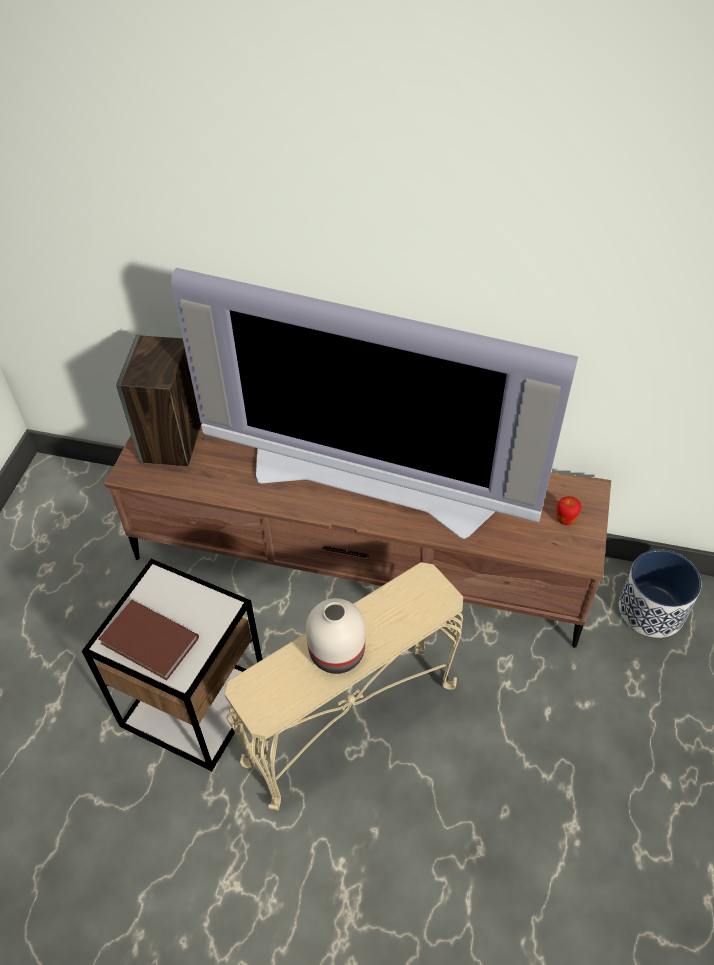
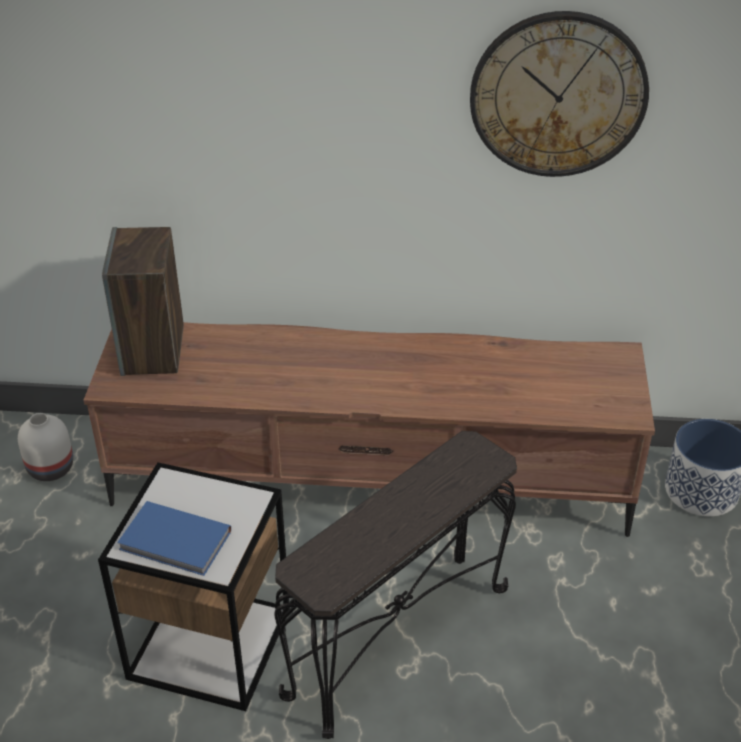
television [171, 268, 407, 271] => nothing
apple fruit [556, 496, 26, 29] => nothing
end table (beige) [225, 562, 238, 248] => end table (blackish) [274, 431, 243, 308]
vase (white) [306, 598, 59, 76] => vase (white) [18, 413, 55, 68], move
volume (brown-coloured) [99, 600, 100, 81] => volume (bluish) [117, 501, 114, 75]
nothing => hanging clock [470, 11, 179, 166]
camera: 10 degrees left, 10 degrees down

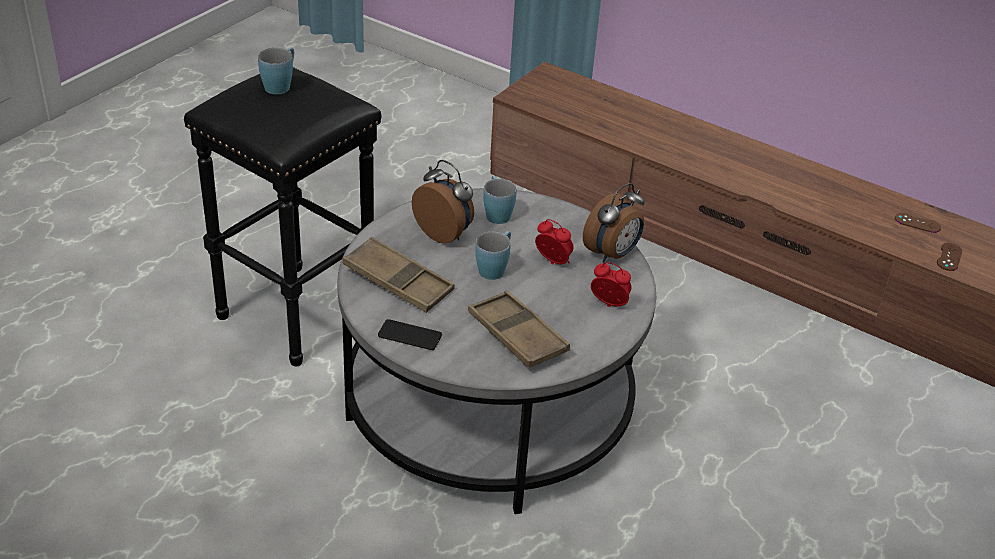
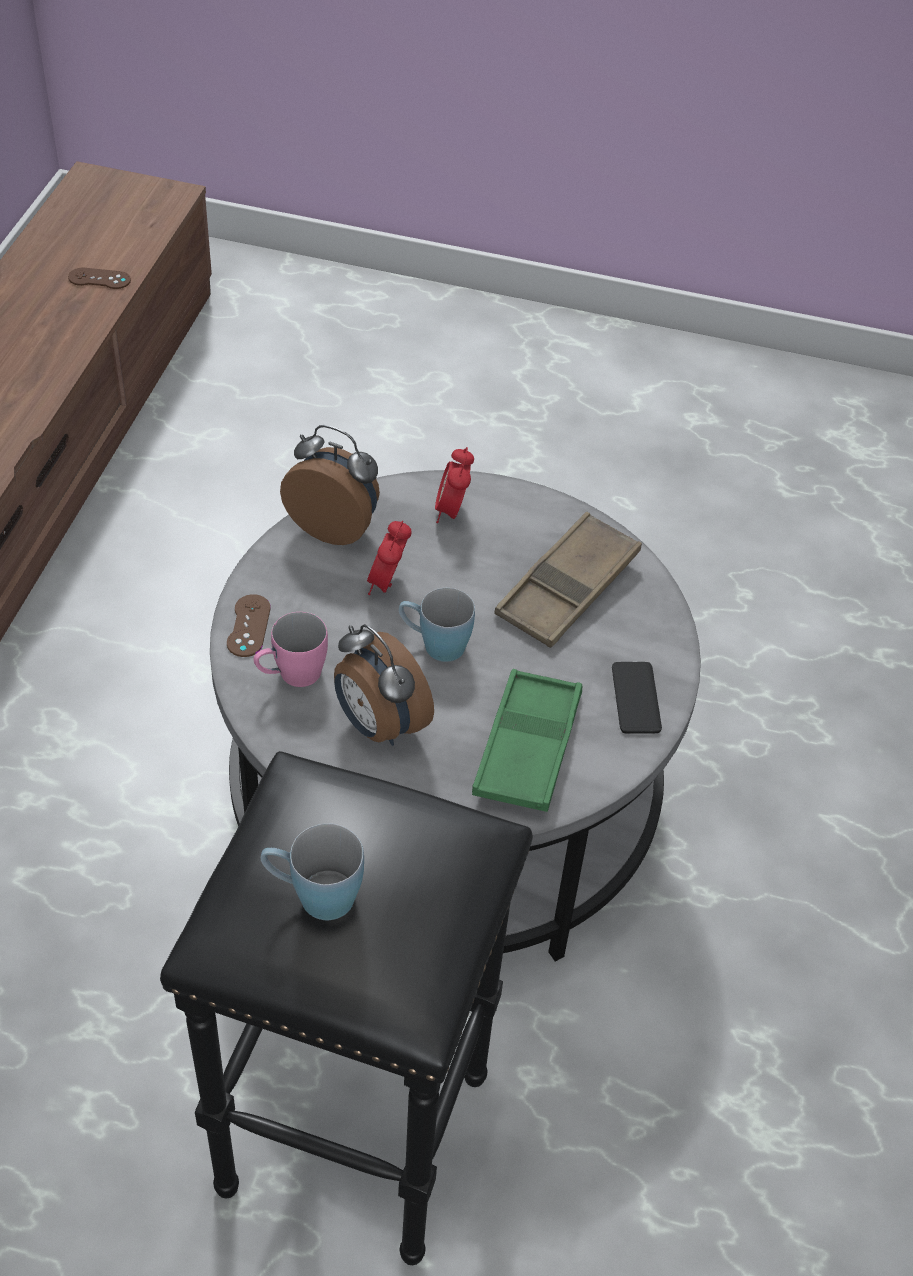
alarm clock [412, 160, 62, 84] => alarm clock [334, 624, 100, 122], 60 degrees counterclockwise
mug (bluish) [483, 176, 34, 48] => mug (pinkish) [254, 612, 74, 75]
game controller (brown-coloured) [895, 213, 46, 20] => game controller (brown-coloured) [227, 594, 44, 63], move
carrying tray (brown-coloured) [343, 237, 111, 76] => carrying tray (green) [472, 669, 110, 143]
camera: 110 degrees left, 10 degrees up

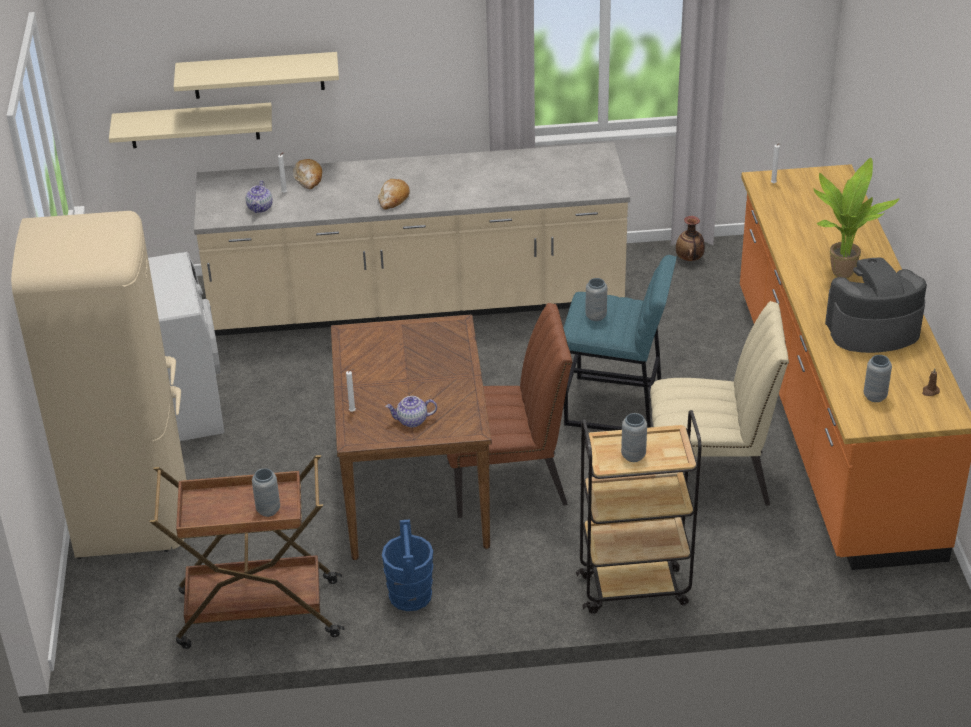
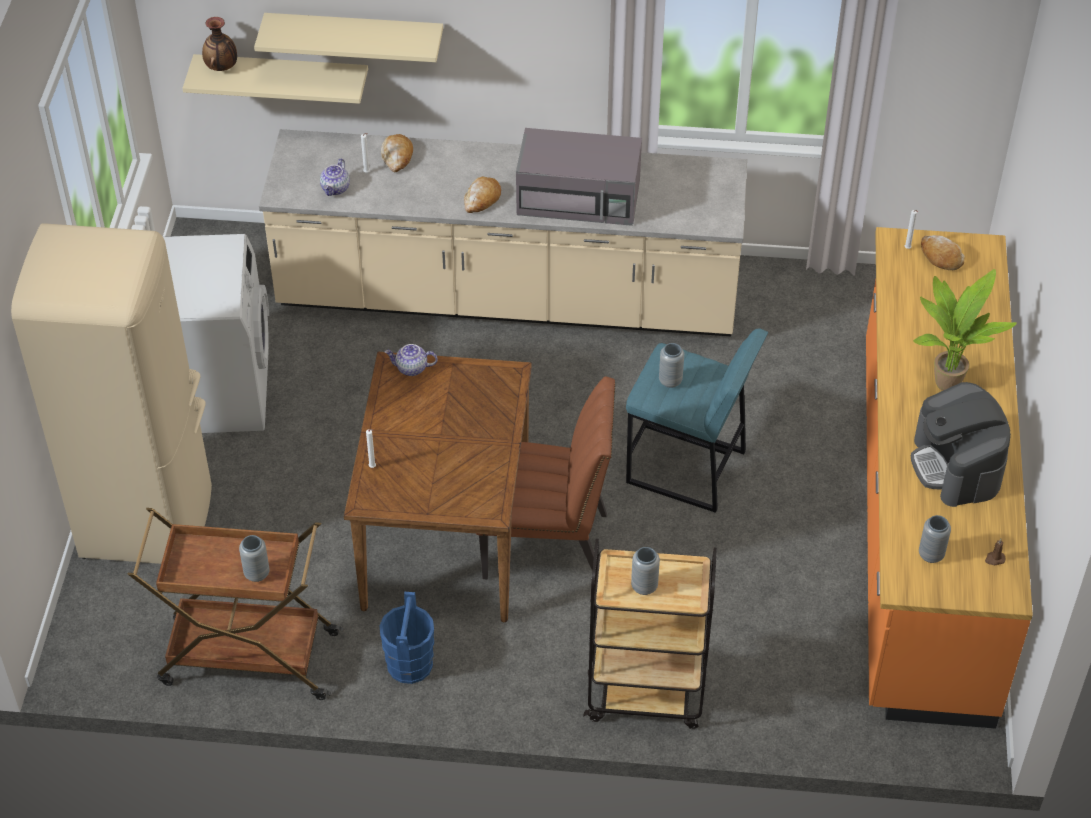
vase [676, 216, 29, 45] => vase [202, 17, 35, 54], move
coffee machine [825, 258, 102, 95] => coffee machine [911, 382, 100, 125], 105 degrees counterclockwise
upright chair (beige) [650, 301, 139, 204] => nothing
tea pot [386, 396, 51, 31] => tea pot [385, 344, 52, 32], move
nothing => kitchen microwave (grey) [516, 128, 126, 98]
nothing => bakery bread [921, 235, 44, 35]
camera: 10 degrees right, 10 degrees up

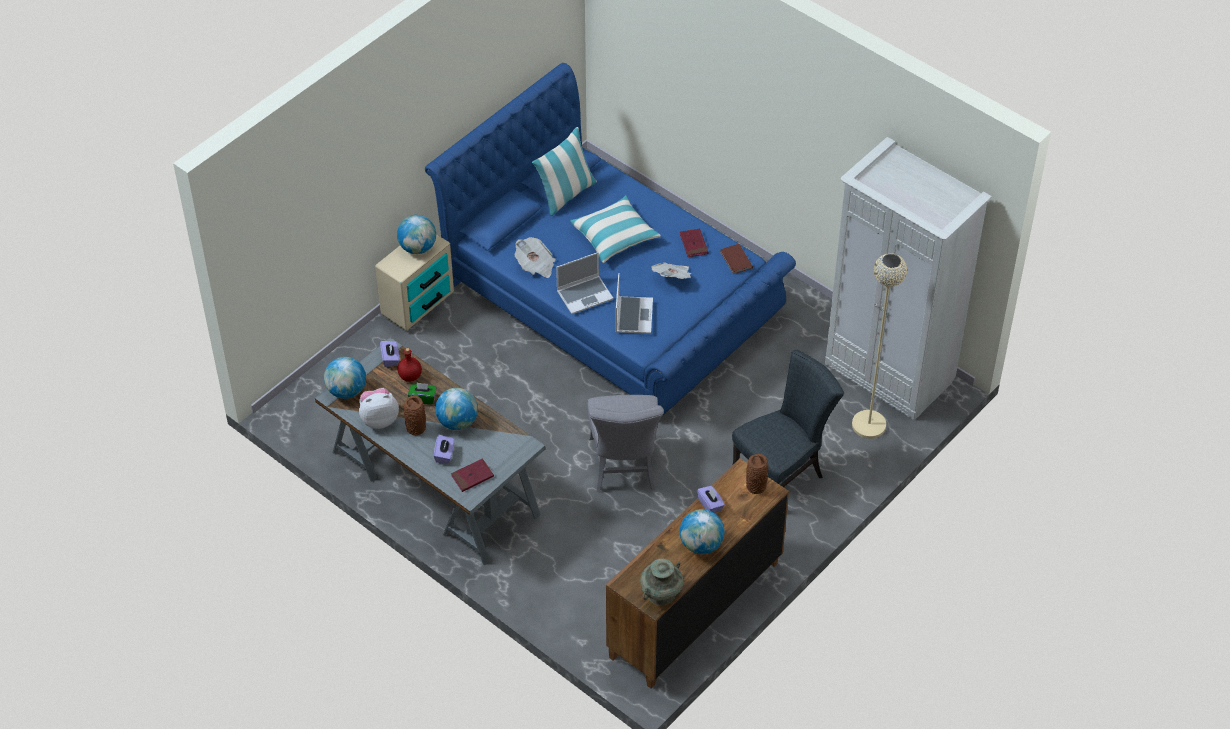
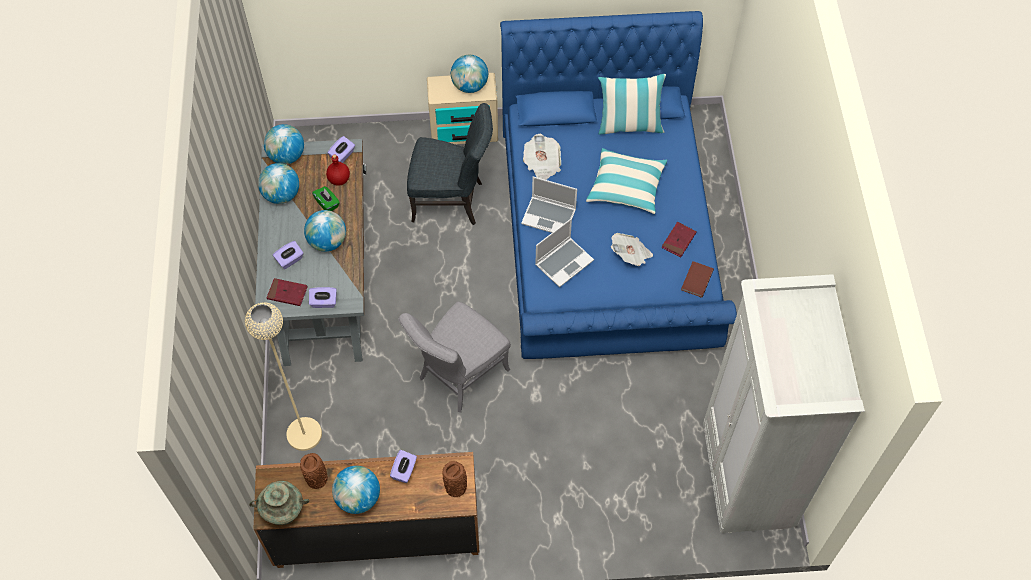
floor lamp (beige) [852, 253, 55, 186] => floor lamp (beige) [245, 302, 77, 149], move
upright chair (grey) [732, 349, 112, 138] => upright chair (grey) [407, 103, 86, 122], move
soft toy [359, 388, 40, 41] => globe [258, 163, 41, 41]
vase (brown-coloured) [404, 395, 22, 40] => vase (brown-coloured) [300, 453, 28, 36], move
nothing => tissue holder (purplish) [309, 287, 28, 21]
camera: 45 degrees right, 10 degrees up

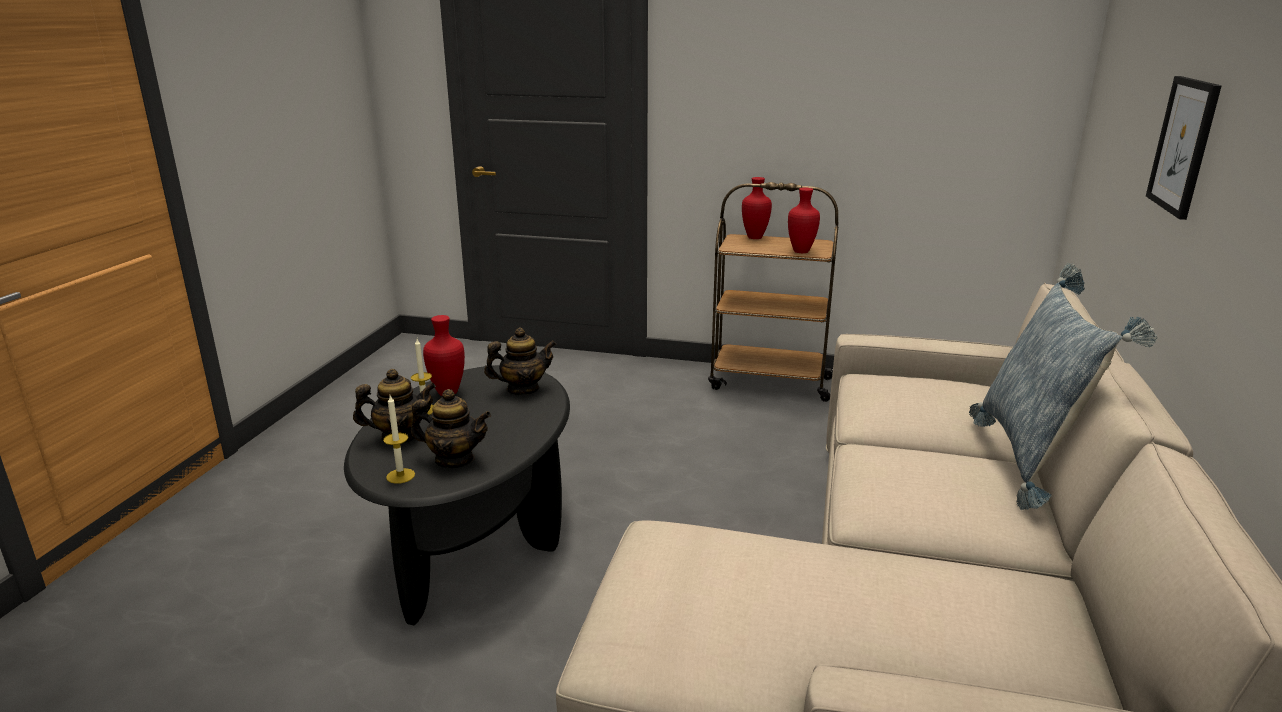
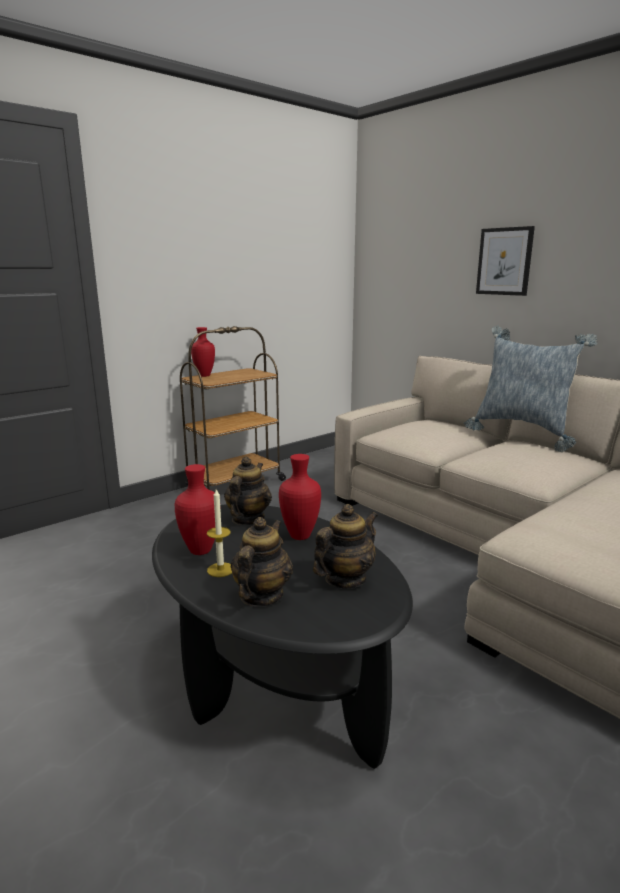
vase (red) [788, 188, 32, 65] => vase (red) [279, 454, 42, 86], move
wax light [383, 396, 32, 88] => nothing
camera: 55 degrees left, 5 degrees down

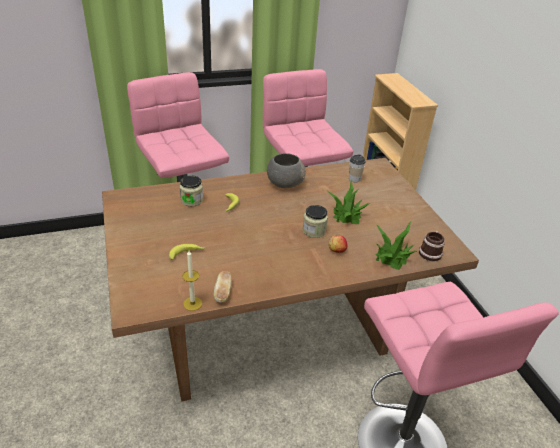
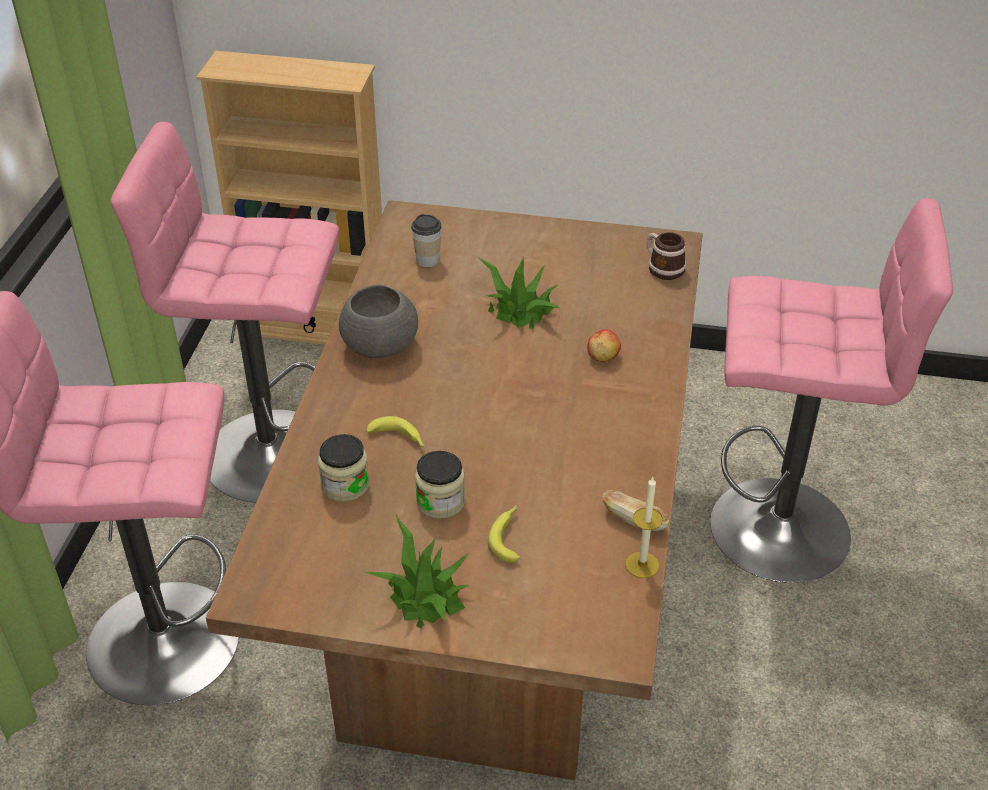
storage jar [303, 205, 25, 33] => storage jar [415, 451, 50, 68], move
houseplant [375, 221, 42, 49] => houseplant [364, 514, 106, 114], move
camera: 60 degrees left, 5 degrees up

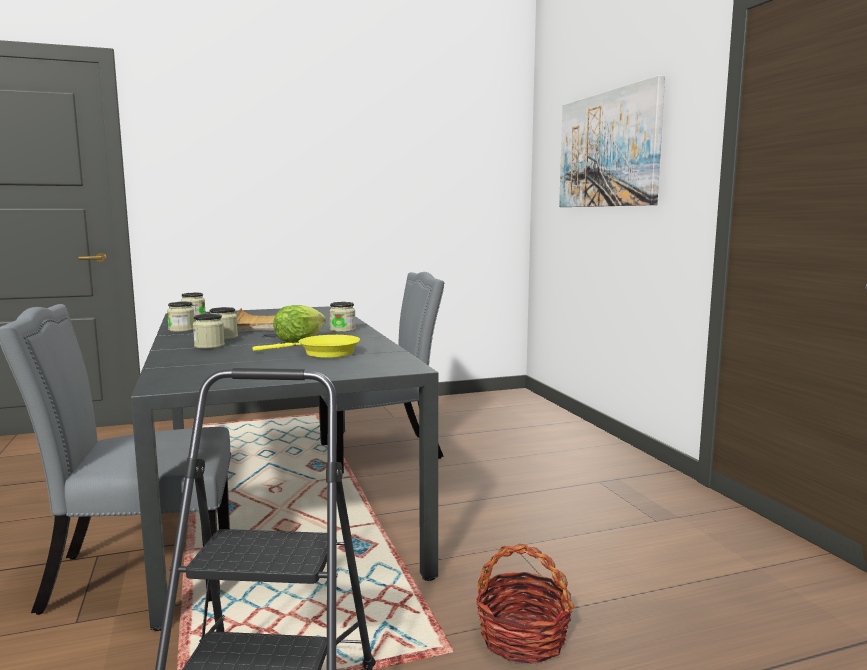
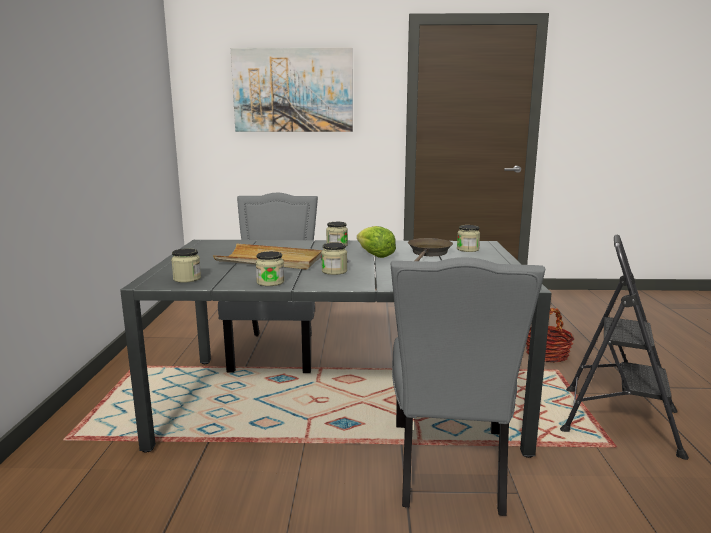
storage jar [193, 314, 32, 35] => storage jar [457, 225, 23, 27], move
skillet (yellowish) [253, 335, 107, 23] => skillet (brown-coloured) [408, 238, 45, 23]
camera: 70 degrees left, 5 degrees up

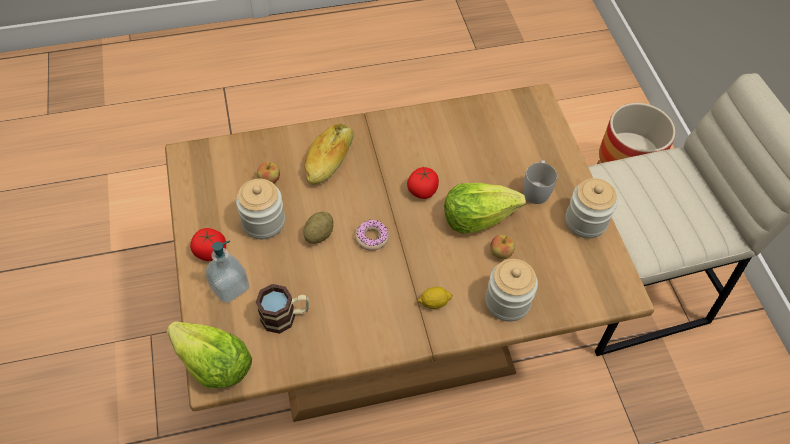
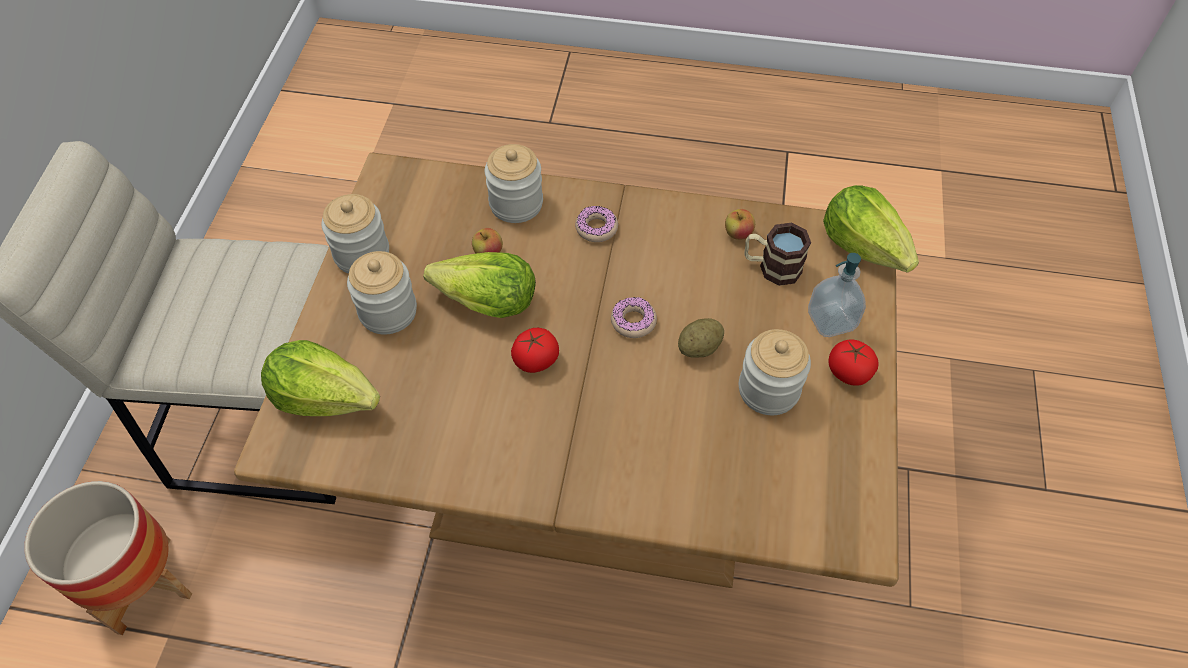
bakery bread [304, 123, 50, 61] => nothing
mug (white) [523, 160, 34, 44] => storage jar [347, 251, 70, 84]
apple fruit [257, 162, 23, 22] => apple fruit [725, 209, 30, 31], move
whole lemon [417, 287, 36, 22] => ring doughnut [575, 206, 43, 36]
nothing => lettuce head [261, 340, 119, 76]
camera: 155 degrees left, 0 degrees up

